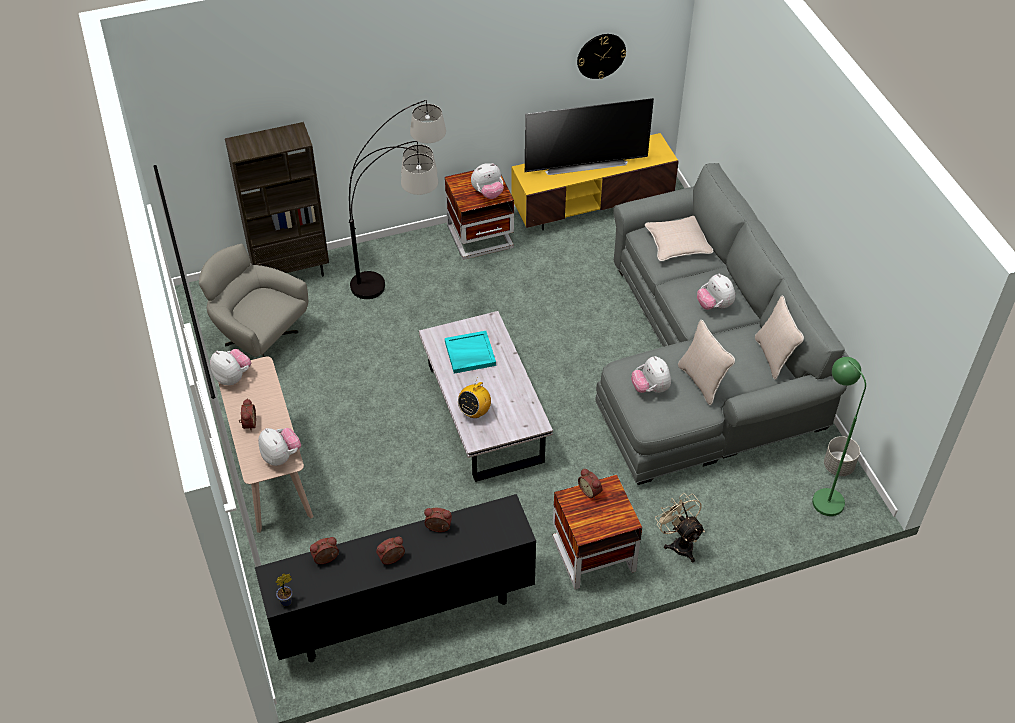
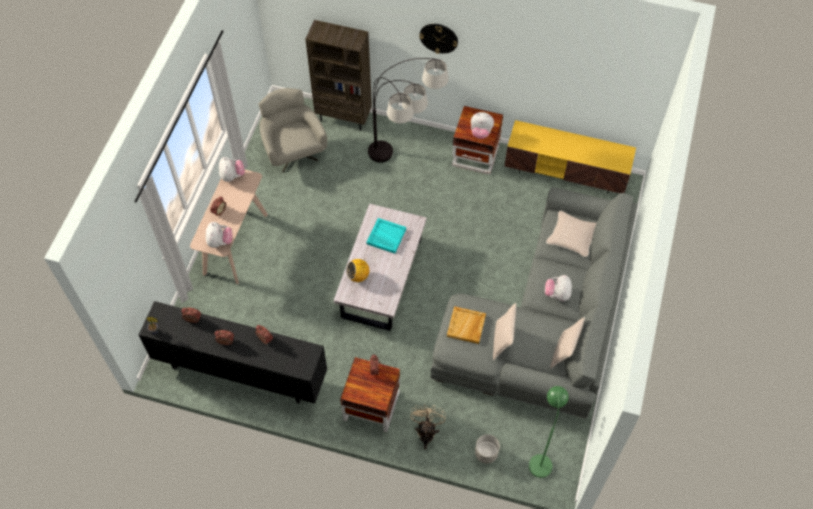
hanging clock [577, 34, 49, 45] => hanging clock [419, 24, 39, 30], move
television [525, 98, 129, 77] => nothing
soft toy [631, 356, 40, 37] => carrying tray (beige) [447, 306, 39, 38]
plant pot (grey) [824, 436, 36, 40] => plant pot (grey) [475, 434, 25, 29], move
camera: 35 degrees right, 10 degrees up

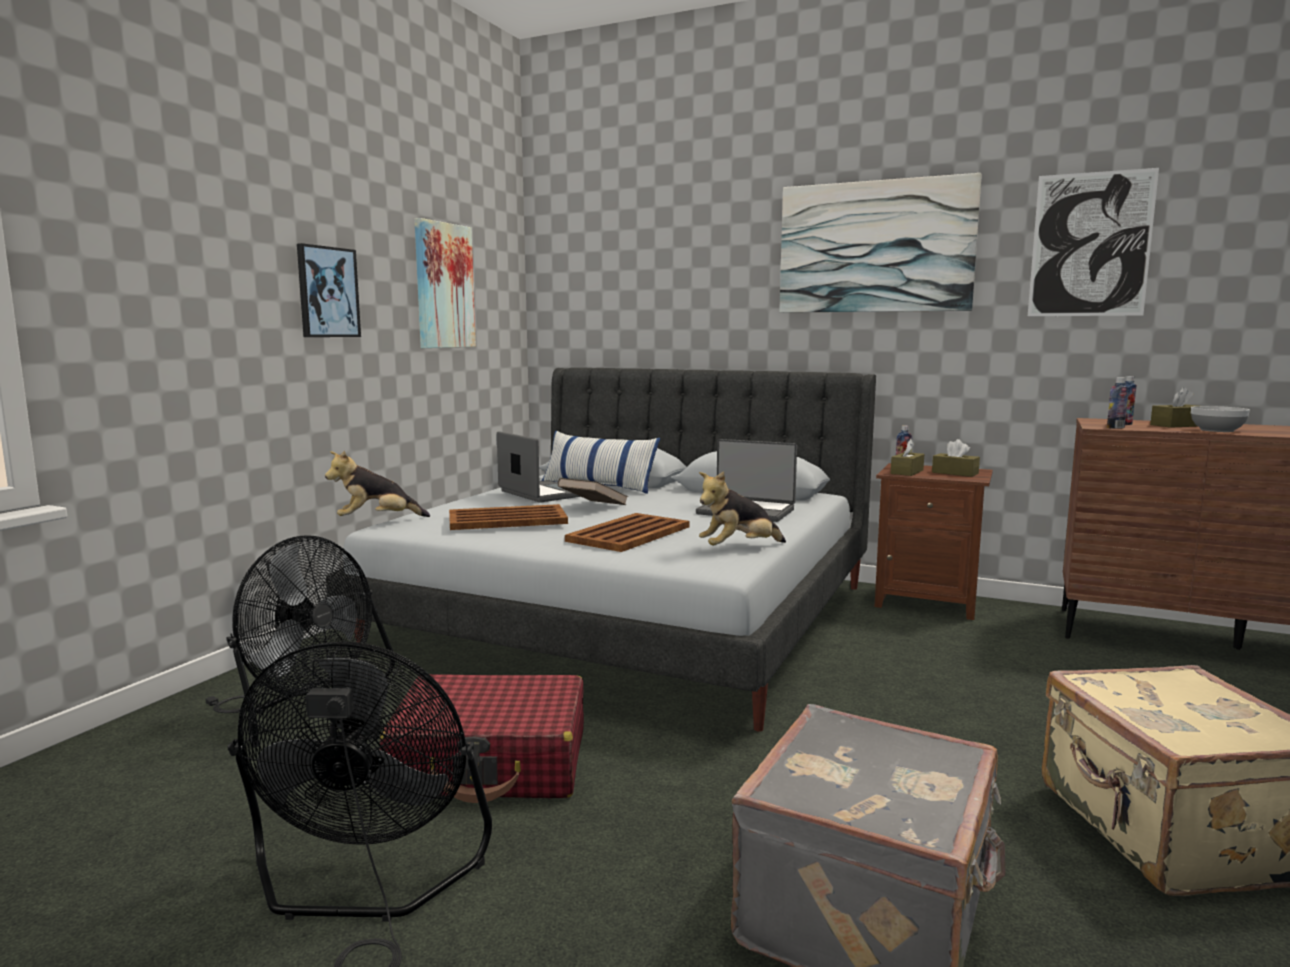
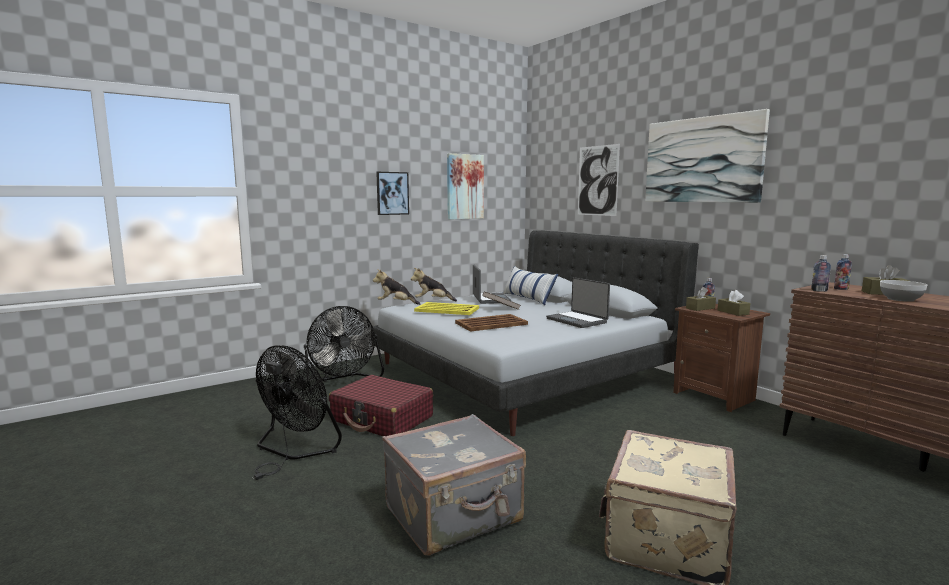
picture [1028, 168, 131, 148] => picture [578, 144, 42, 72], move
soft toy [699, 471, 87, 74] => soft toy [411, 268, 46, 33], move
carrying tray (brown-coloured) [449, 504, 119, 26] => carrying tray (yellowish) [414, 302, 65, 13]
camera: 30 degrees right, 0 degrees up

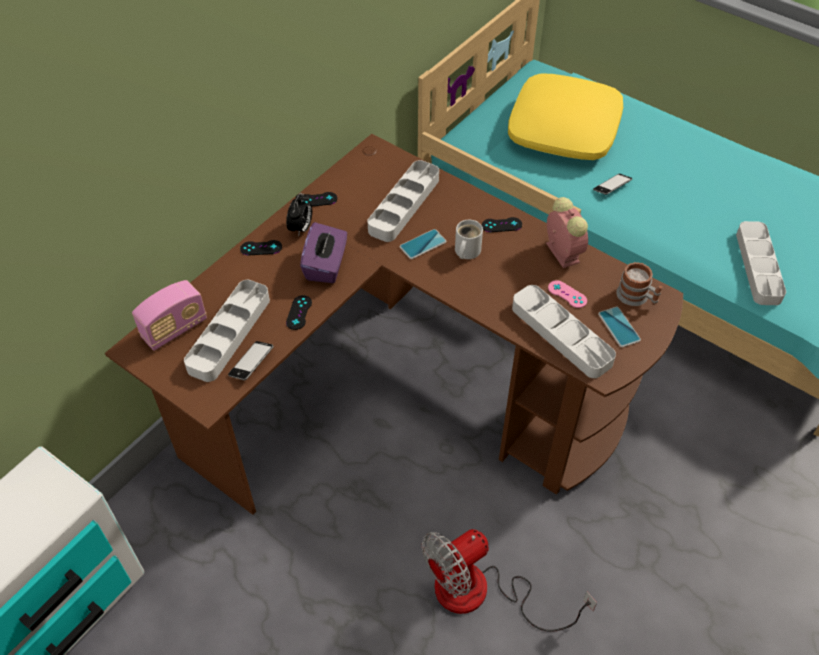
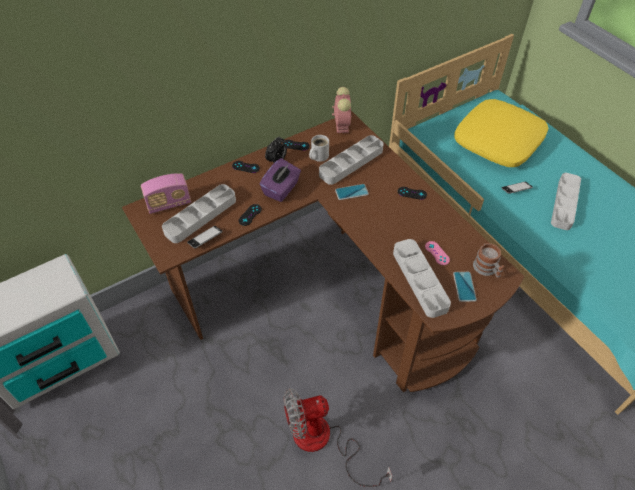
alarm clock [546, 197, 42, 71] => alarm clock [332, 87, 19, 46], move
mug (white) [455, 220, 28, 39] => mug (white) [309, 135, 20, 27], move
carrying tray (grey) [736, 221, 50, 84] => carrying tray (grey) [551, 173, 30, 57], move
camera: 20 degrees right, 0 degrees up

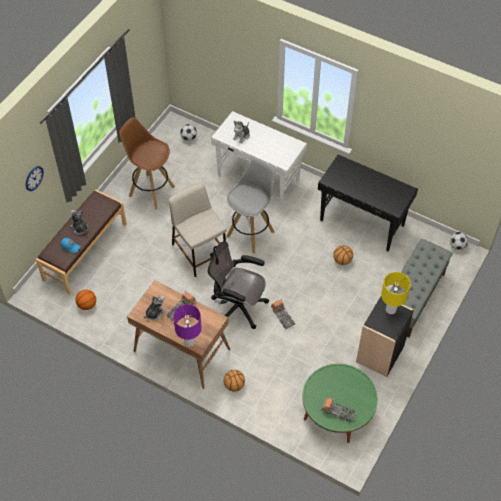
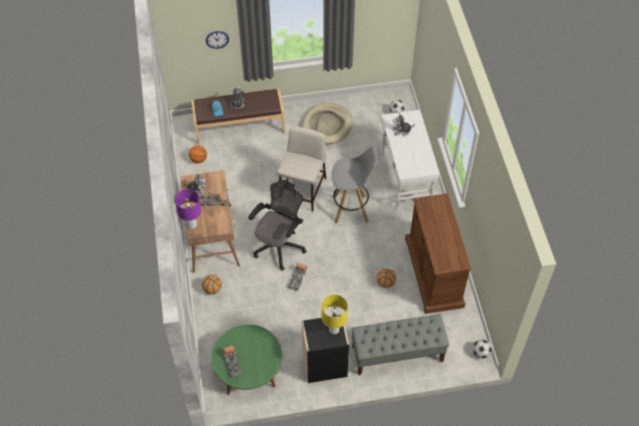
stool seat (brown-coloured) [119, 117, 56, 92] => dog cushion (beige) [302, 102, 50, 42]
console table (blackish) [318, 154, 100, 97] => chest of drawers (brown-coloured) [405, 193, 66, 121]
computer chair [208, 241, 61, 88] => computer chair [249, 180, 58, 91], 45 degrees clockwise
camera: 50 degrees right, 0 degrees up

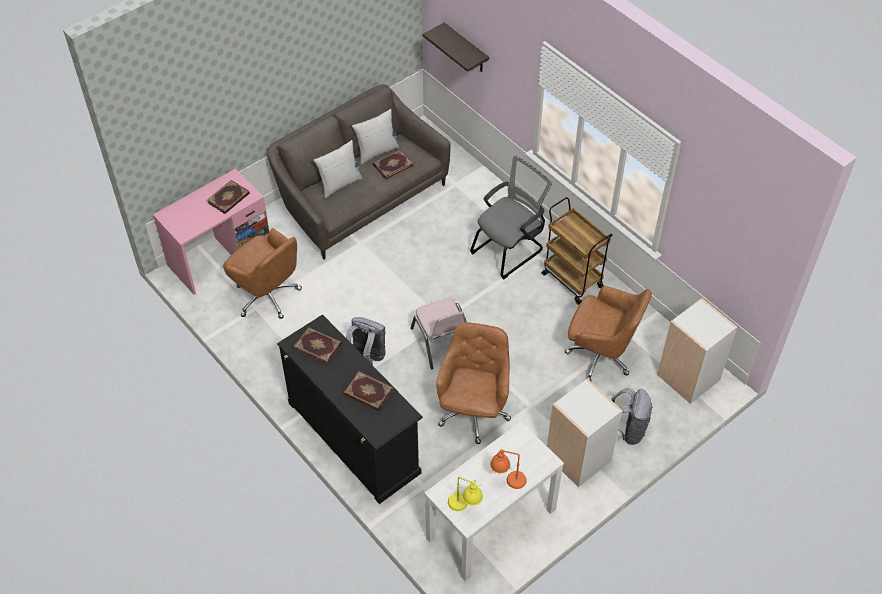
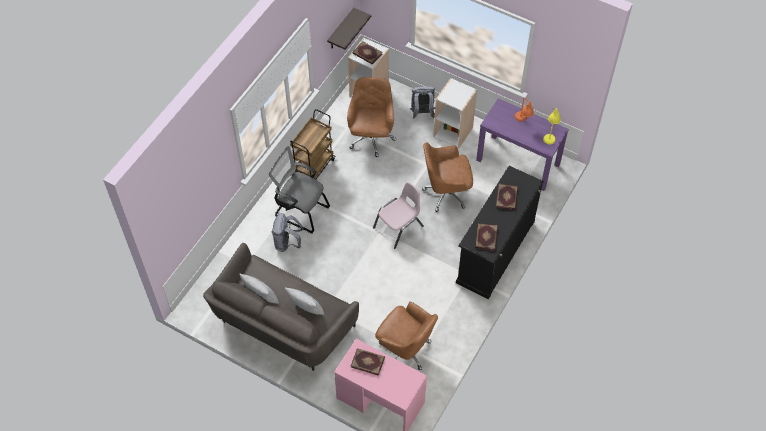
wall shelf [423, 23, 66, 49] => wall shelf [327, 8, 44, 42], move
volume [373, 150, 40, 30] => volume [353, 42, 29, 23], move
computer chair (brown-coloured) [223, 228, 79, 91] => computer chair (brown-coloured) [375, 302, 63, 68], 105 degrees clockwise
rucksack (grey) [346, 317, 40, 48] => rucksack (grey) [272, 213, 31, 39], move
console table (white) [424, 422, 140, 159] => console table (purplish) [476, 99, 93, 92]
camera: 110 degrees left, 5 degrees up

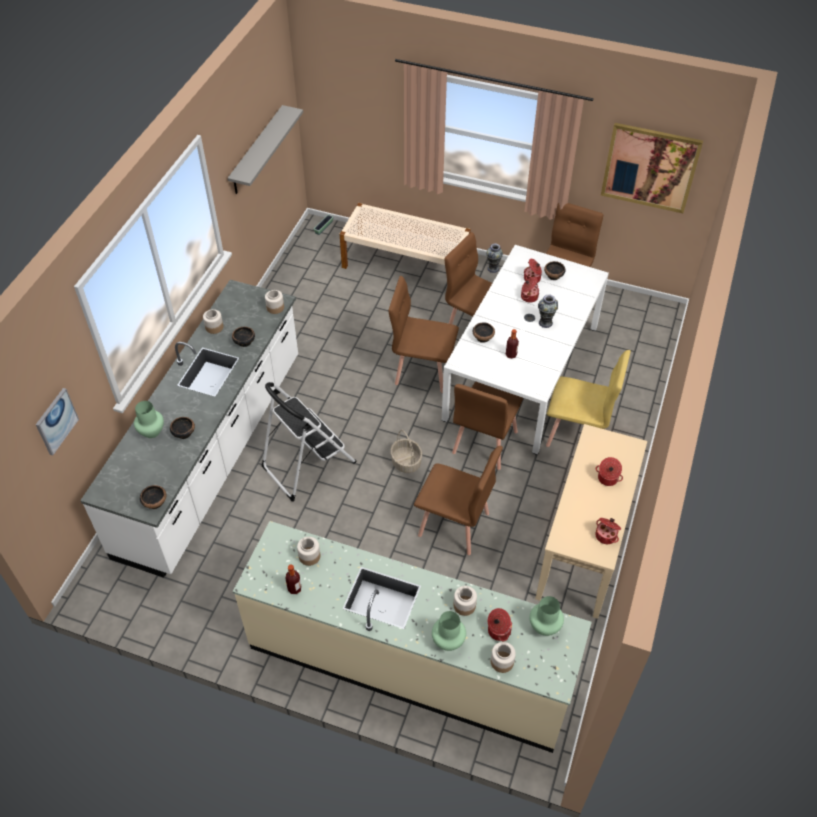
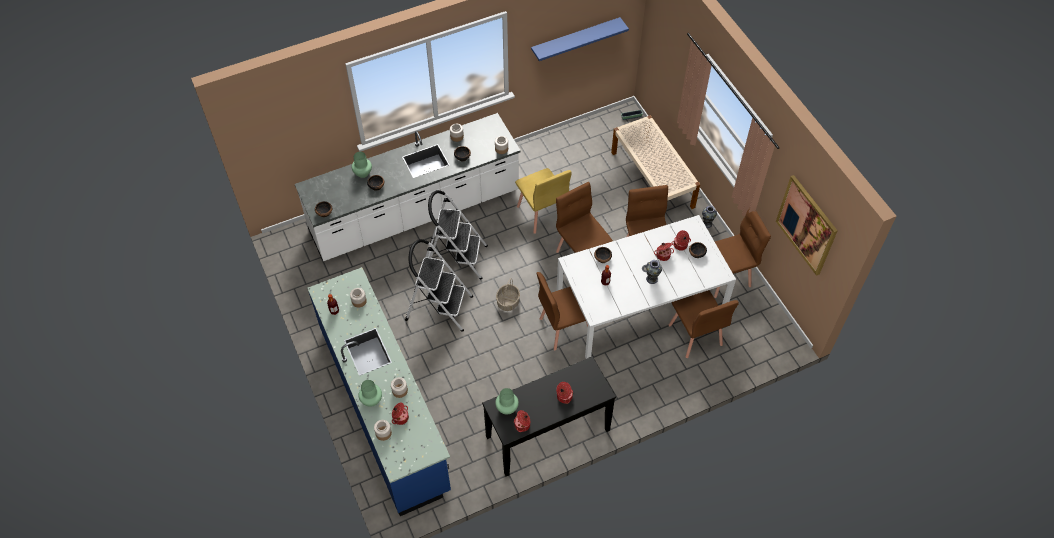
wall shelf (grey) [228, 105, 75, 89] => wall shelf (bluish) [531, 17, 98, 44]
upright chair (yellowish) [546, 350, 85, 97] => upright chair (yellowish) [515, 168, 57, 66], move
picture [36, 388, 43, 68] => nothing
console table (beige) [535, 424, 112, 195] => console table (blackish) [482, 356, 134, 120]
upright chair (brown-coloured) [414, 446, 89, 109] => upright chair (brown-coloured) [669, 290, 70, 68], move
counter (beige) [233, 521, 359, 232] => counter (bluish) [307, 267, 144, 249]
vase (green) [530, 596, 34, 40] => vase (green) [495, 388, 24, 27], move
nothing => stepladder [405, 239, 68, 93]
camera: 45 degrees right, 5 degrees up

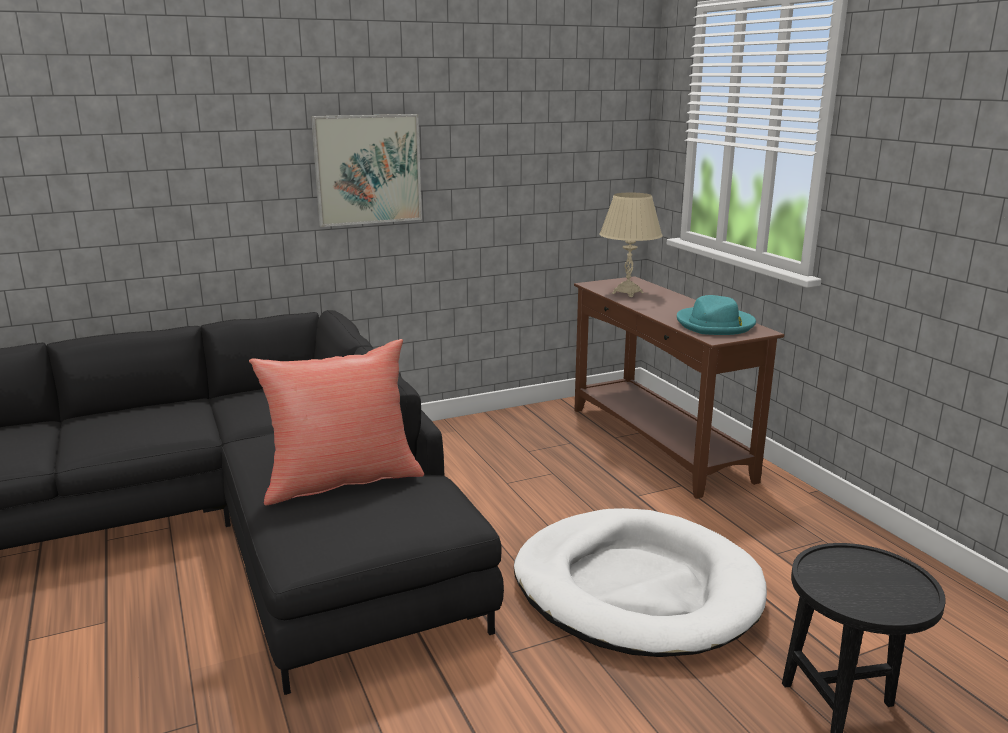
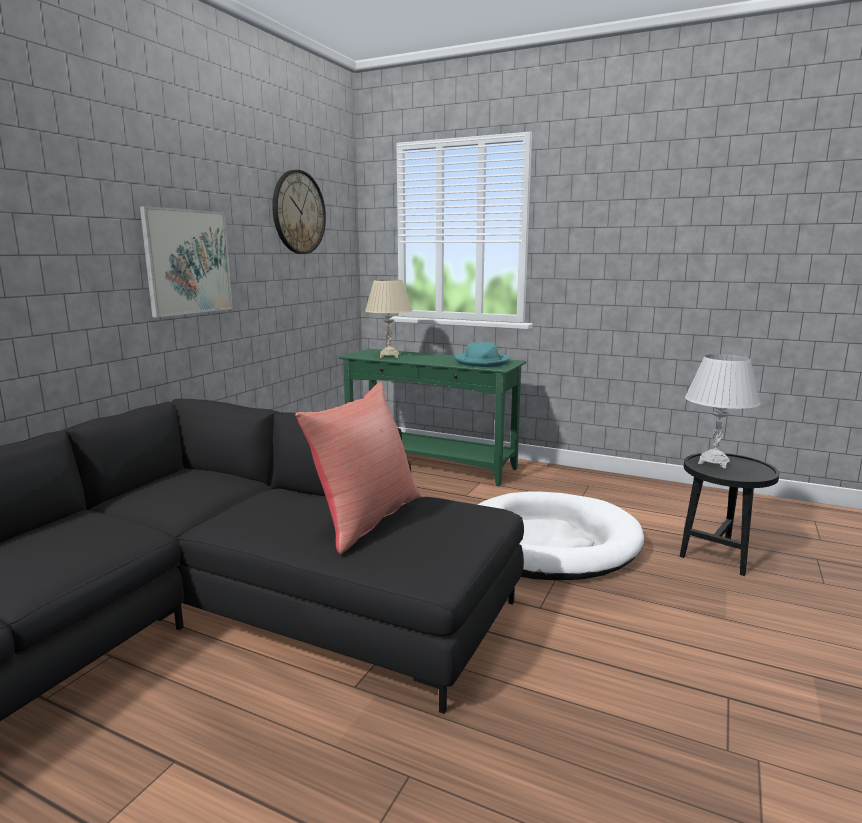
console table (brown-coloured) [574, 276, 210, 223] => console table (green) [338, 349, 188, 138]
nothing => hanging clock [272, 170, 54, 84]
nothing => table lamp (white) [685, 354, 75, 115]
camera: 40 degrees left, 5 degrees down

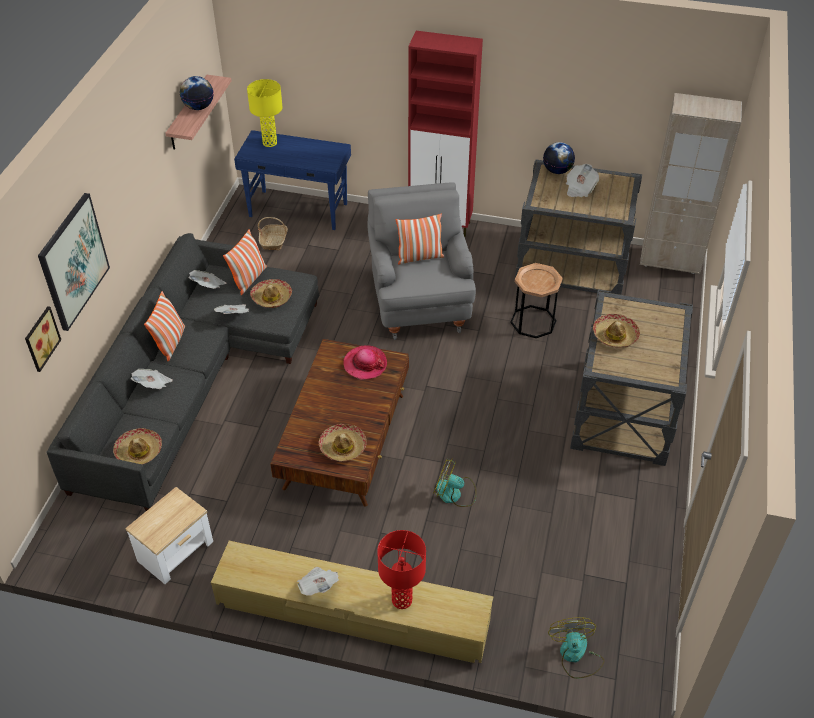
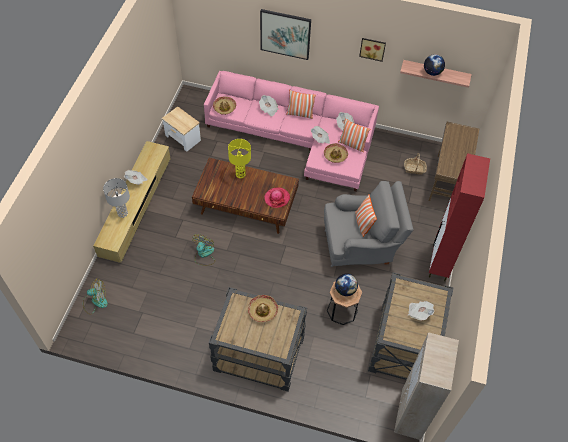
table lamp (yellowish) [247, 79, 36, 68] => table lamp (yellowish) [228, 139, 23, 39], move
console table (bluish) [234, 130, 117, 100] => console table (brown-coloured) [428, 122, 51, 79]
globe [543, 142, 32, 32] => globe [335, 273, 23, 23], move
sofa (grey) [46, 233, 273, 278] => sofa (pinkish) [204, 71, 175, 120]
picture [25, 306, 36, 66] => picture [359, 38, 27, 24], move
hat [319, 424, 48, 38] => nothing
table lamp (red) [377, 530, 49, 79] => table lamp (white) [103, 178, 27, 40]
camera: 90 degrees right, 10 degrees up

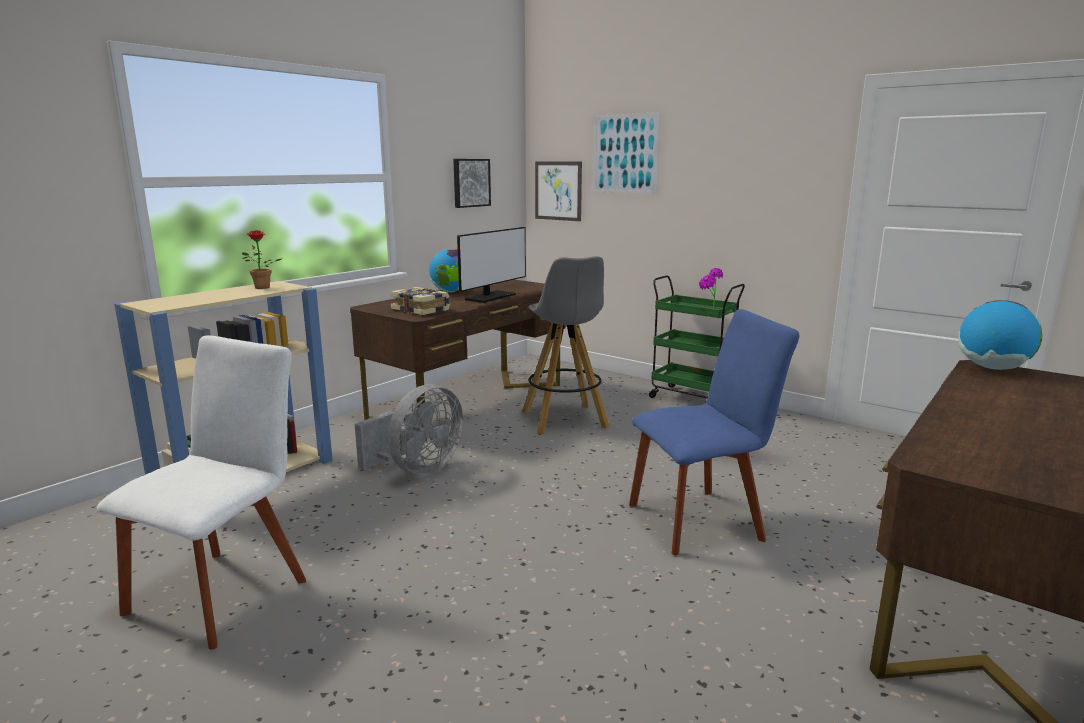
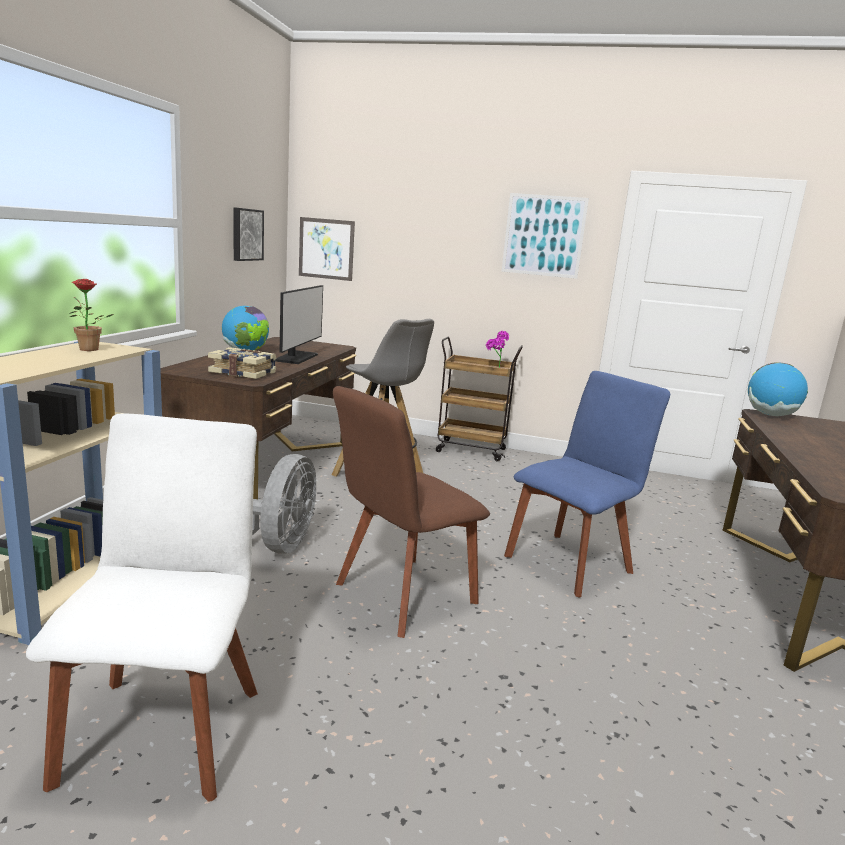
picture [593, 112, 68, 82] => picture [501, 193, 88, 86], move
trolley (green) [649, 275, 96, 128] => trolley (brown-coloured) [436, 337, 87, 125]
nothing => upright chair (brown-coloured) [333, 386, 157, 252]
camera: 25 degrees left, 0 degrees up

